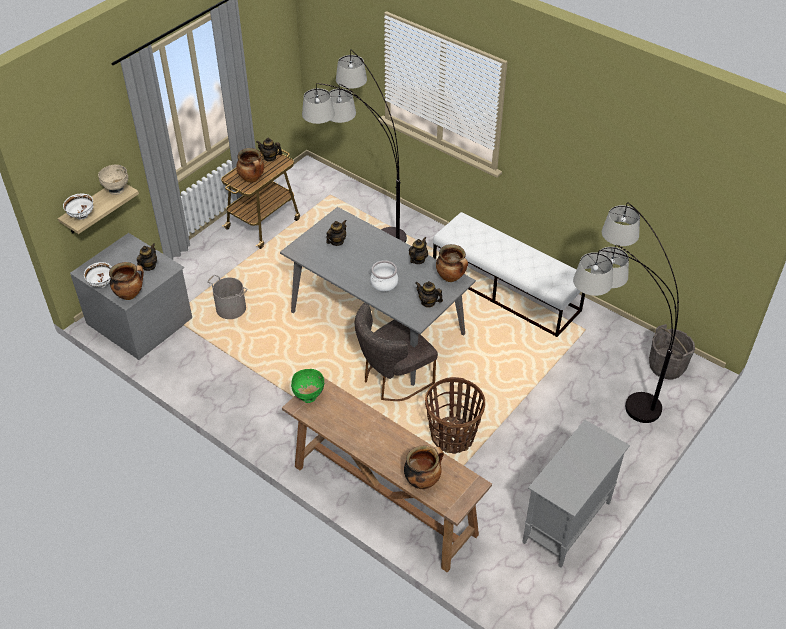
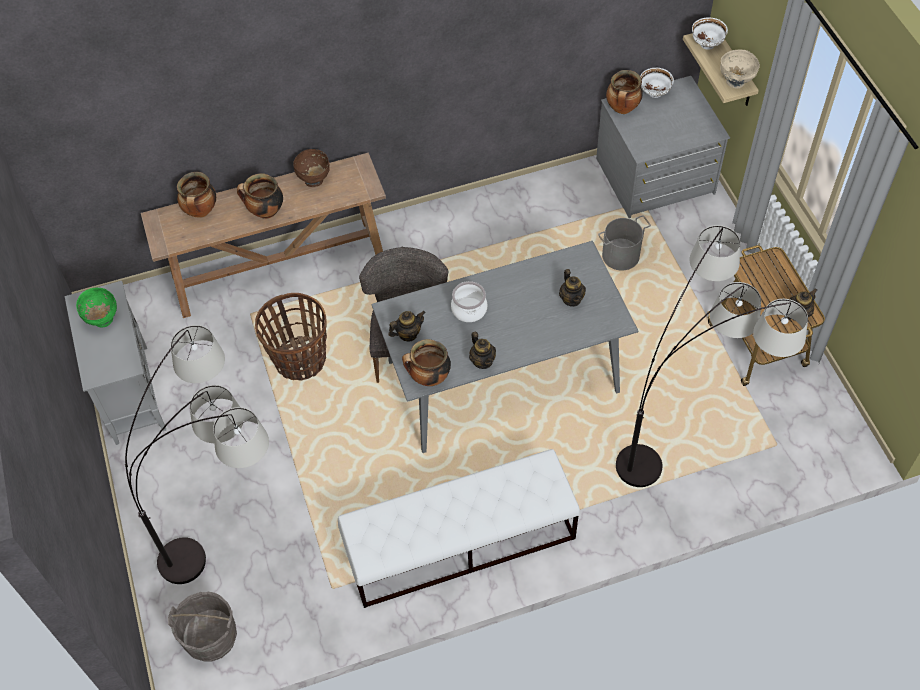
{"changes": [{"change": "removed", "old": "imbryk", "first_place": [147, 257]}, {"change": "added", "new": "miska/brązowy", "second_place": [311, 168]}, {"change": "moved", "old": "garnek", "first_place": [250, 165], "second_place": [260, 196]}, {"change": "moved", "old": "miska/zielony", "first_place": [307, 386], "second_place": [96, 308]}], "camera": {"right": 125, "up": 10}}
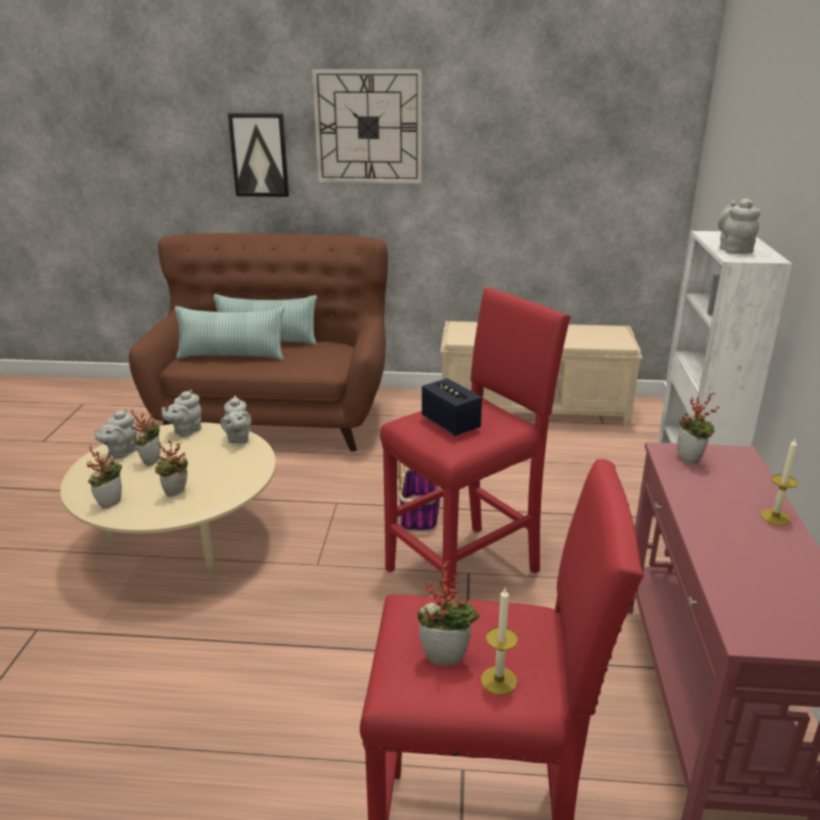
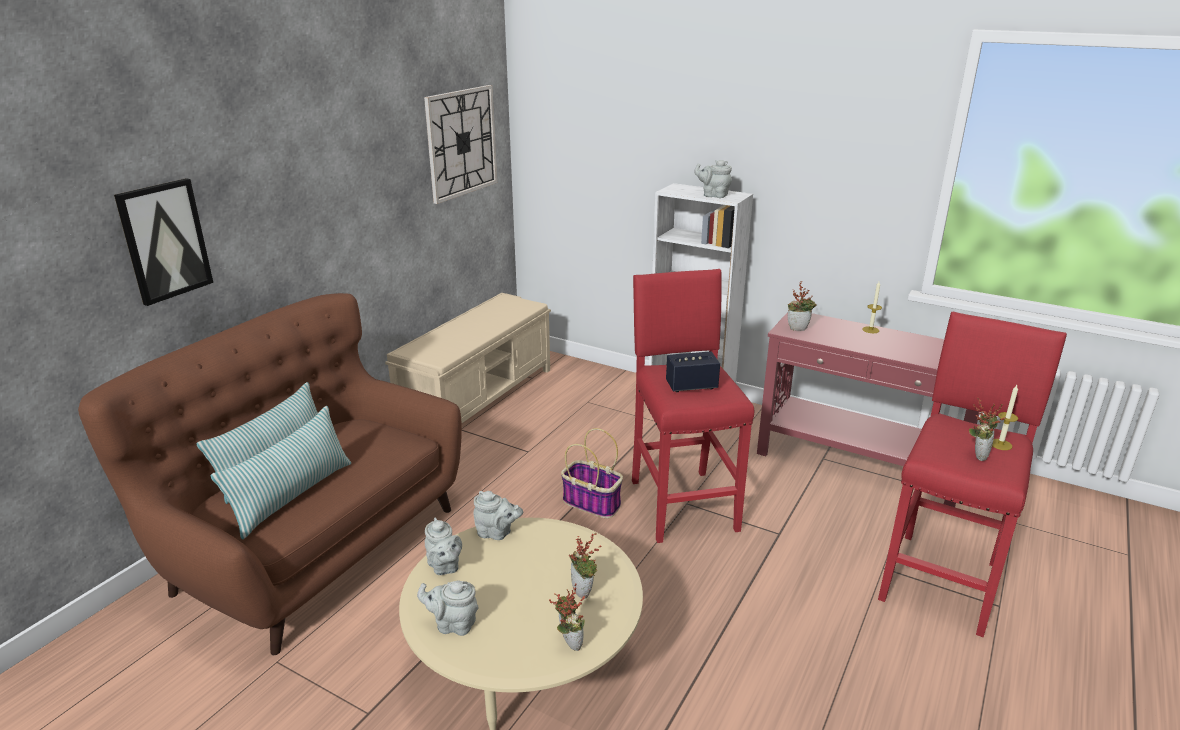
{"changes": [{"change": "removed", "old": "roślina doniczkowa", "first_place": [145, 437]}, {"change": "moved", "old": "zegar ścienny", "first_place": [367, 126], "second_place": [460, 144]}, {"change": "turned", "old": "imbryk/szary", "first_place": [115, 433], "second_place": [448, 608], "degrees": 135}], "camera": {"right": -65, "up": 0}}
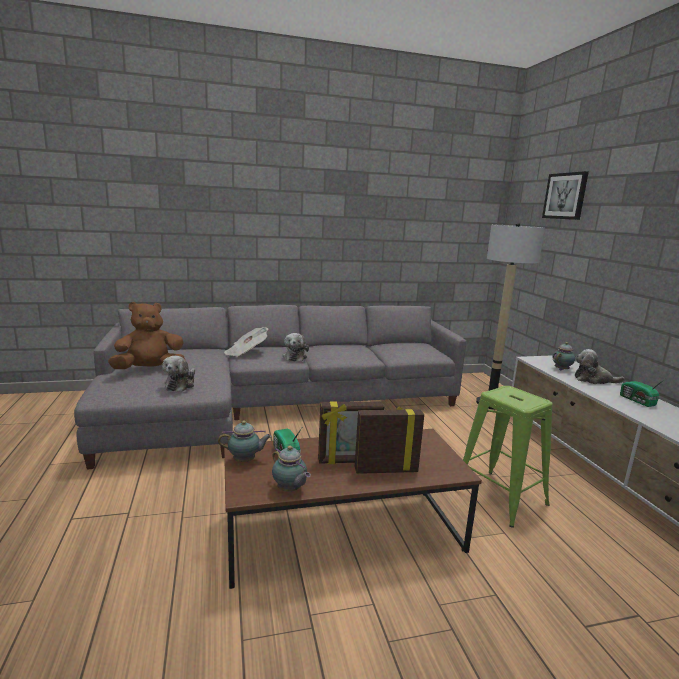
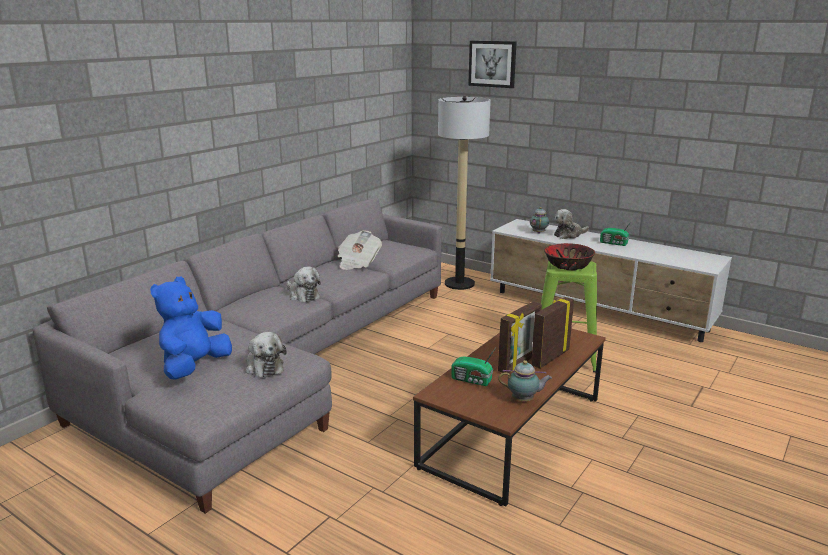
{"changes": [{"change": "removed", "old": "imbryk", "first_place": [245, 441]}, {"change": "added", "new": "miska", "second_place": [569, 256]}, {"change": "moved", "old": "gazeta", "first_place": [246, 342], "second_place": [359, 250]}, {"change": "recoloured", "old": "pluszak/brązowy", "new": "pluszak/niebieski", "first_place": [146, 335], "second_place": [191, 328]}], "camera": {"right": -40, "up": 5}}
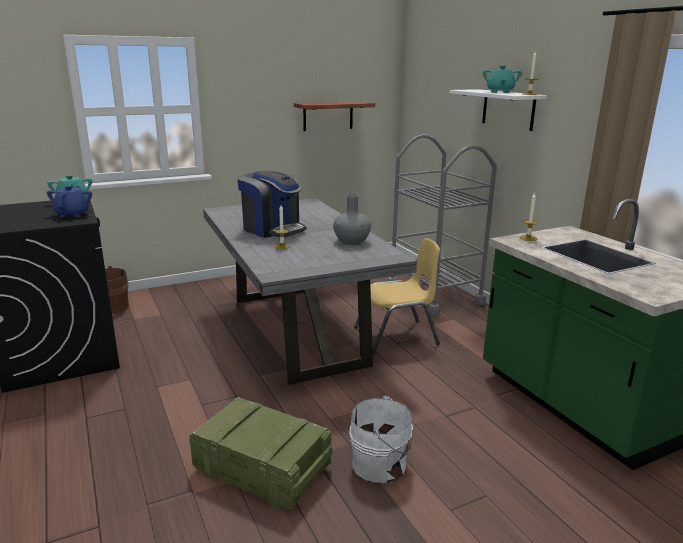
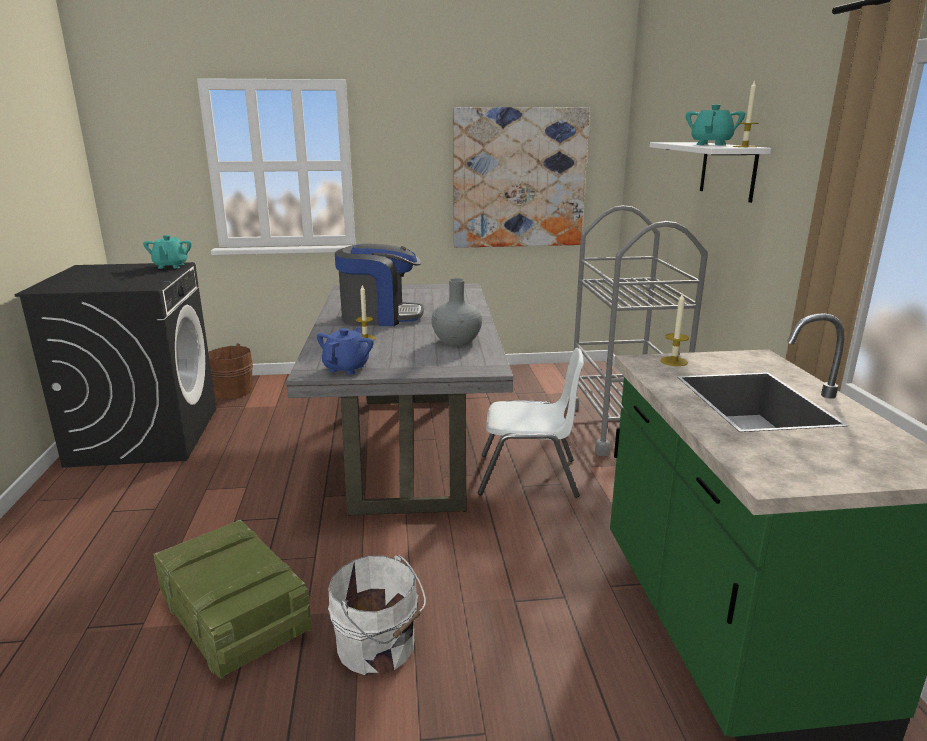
{"changes": [{"change": "moved", "old": "imbryk/niebieski", "first_place": [69, 201], "second_place": [345, 351]}, {"change": "replaced", "old": "półka", "new": "obraz", "first_place": [334, 116], "second_place": [521, 177]}, {"change": "recoloured", "old": "krzesło/żółty", "new": "krzesło/biały", "first_place": [397, 296], "second_place": [530, 423]}, {"change": "turned", "old": "ekspres do kawy", "first_place": [271, 204], "second_place": [379, 285], "degrees": -60}], "camera": {"right": 20, "up": 0}}
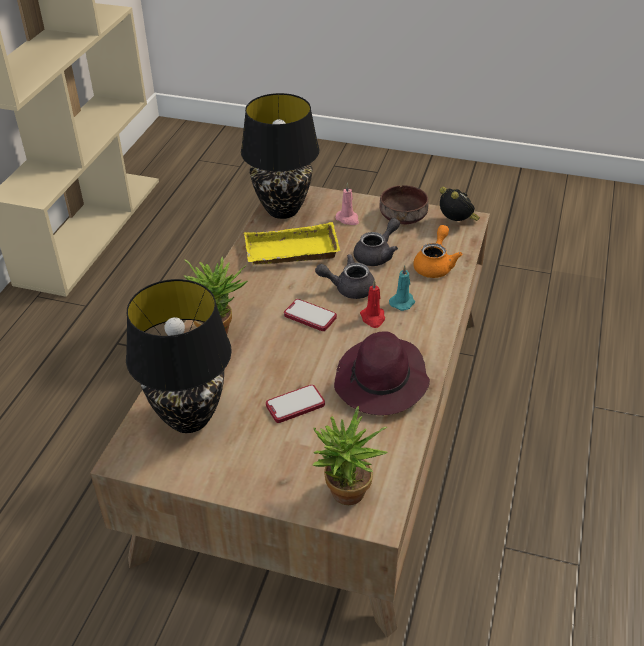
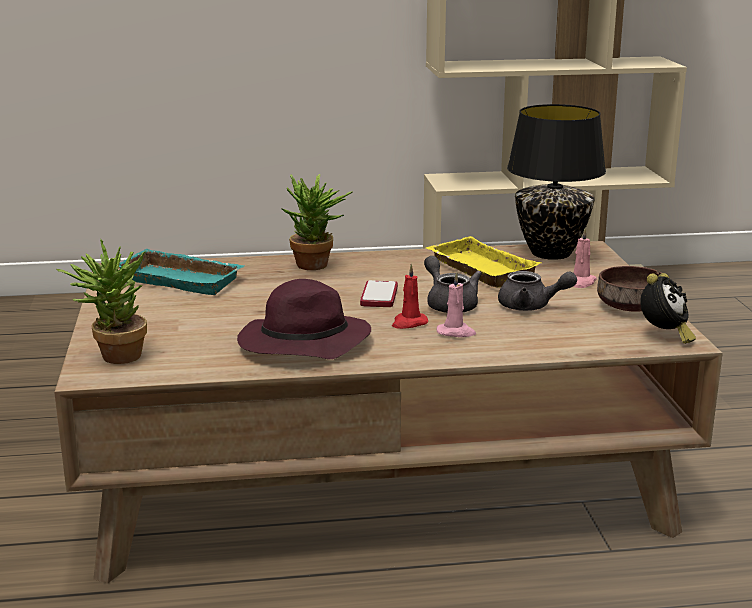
{"changes": [{"change": "removed", "old": "telefon", "first_place": [295, 404]}, {"change": "removed", "old": "imbryk/pomarańczowy", "first_place": [437, 251]}, {"change": "replaced", "old": "lampa stołowa/czarny", "new": "taca/turkusowy", "first_place": [179, 356], "second_place": [181, 272]}, {"change": "recoloured", "old": "świeca/turkusowy", "new": "świeca/różowy", "first_place": [402, 288], "second_place": [456, 304]}], "camera": {"right": 65, "up": -20}}
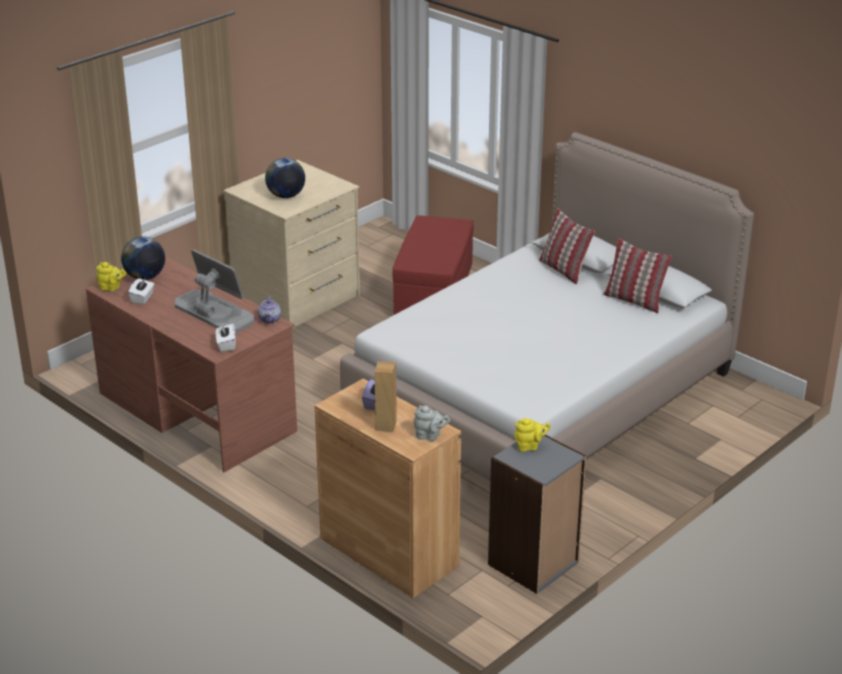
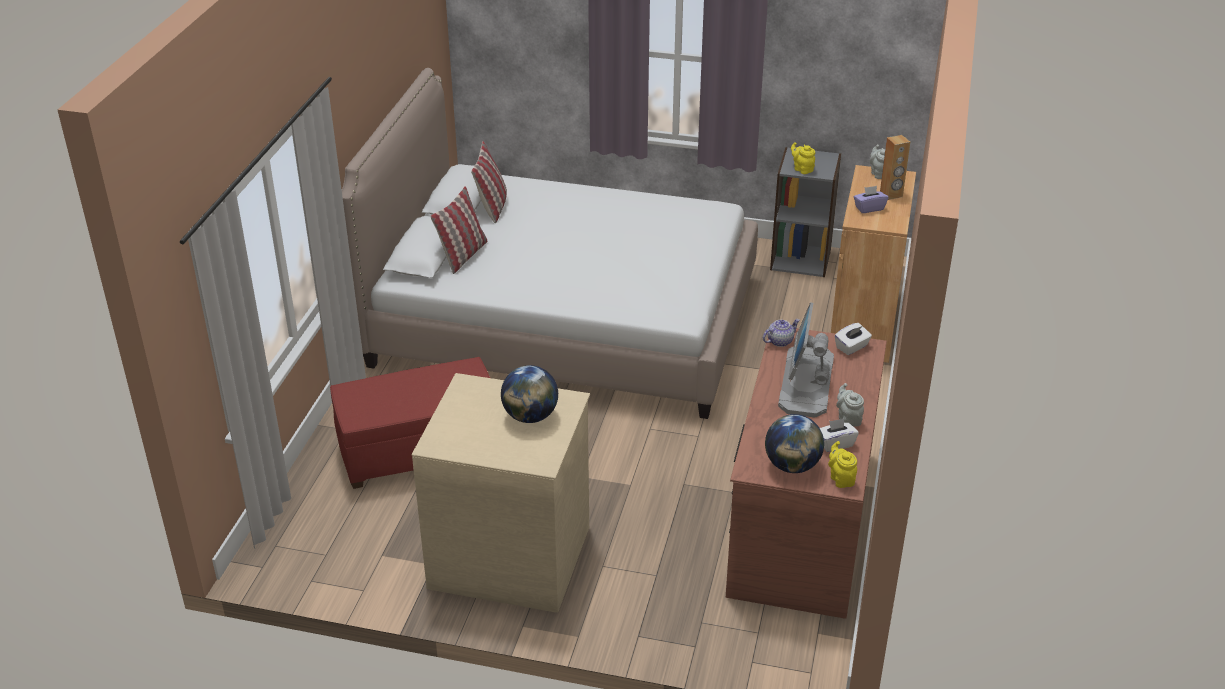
{"changes": [{"change": "added", "new": "imbryk/szary", "second_place": [850, 405]}], "camera": {"right": -120, "up": 5}}
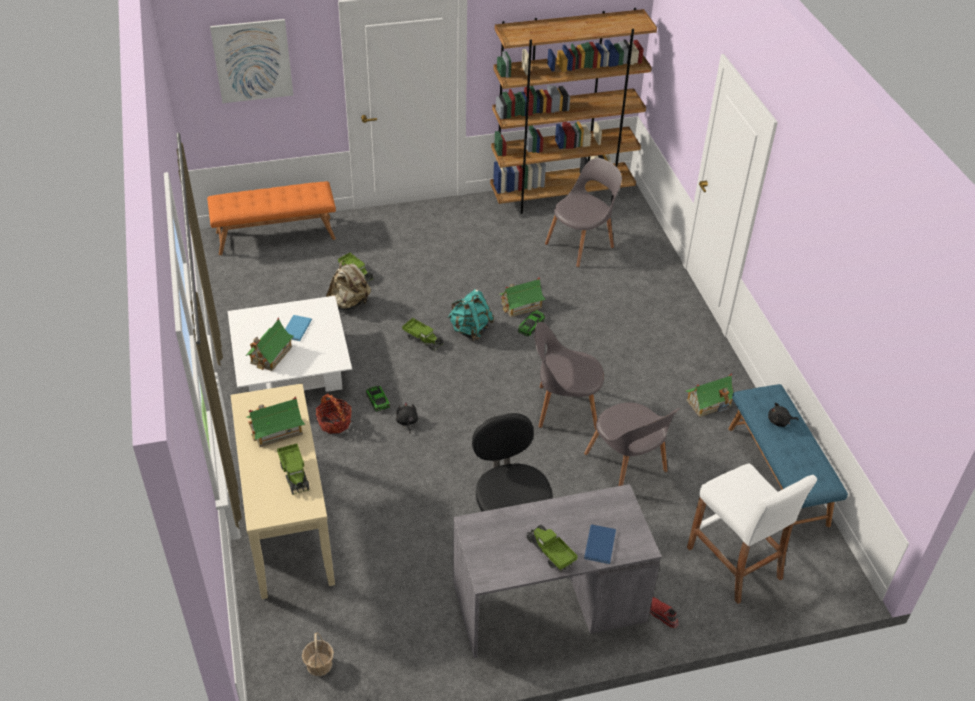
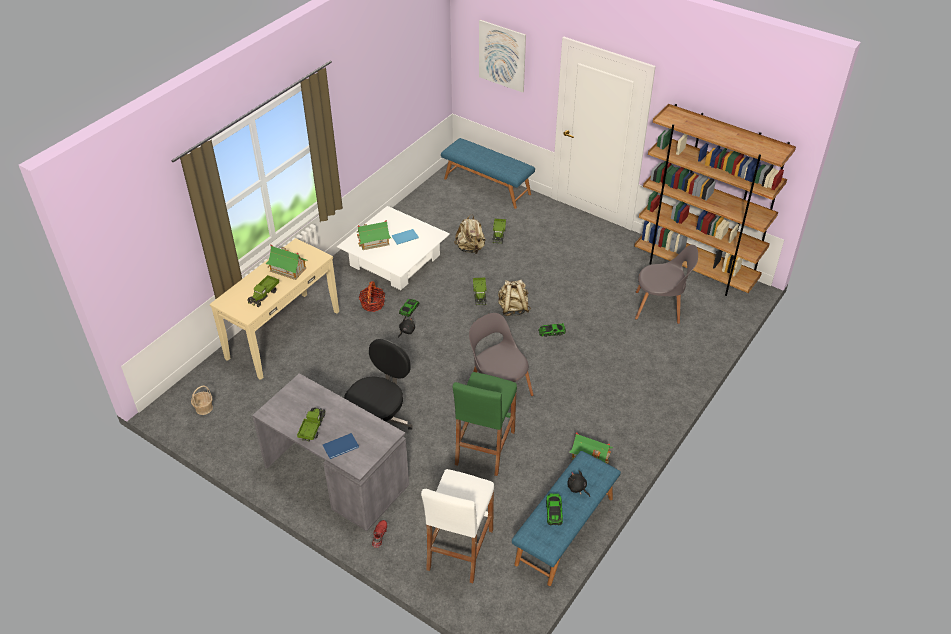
{"changes": [{"change": "removed", "old": "domek", "first_place": [522, 297]}, {"change": "added", "new": "samochodzik", "second_place": [554, 510]}, {"change": "replaced", "old": "krzesło/szary", "new": "stołek/zielony", "first_place": [632, 444], "second_place": [485, 424]}, {"change": "recoloured", "old": "ławka/pomarańczowy", "new": "ławka/niebieski", "first_place": [271, 218], "second_place": [488, 173]}, {"change": "recoloured", "old": "plecak/turkusowy", "new": "plecak/beżowy", "first_place": [471, 315], "second_place": [514, 298]}], "camera": {"right": 50, "up": 0}}
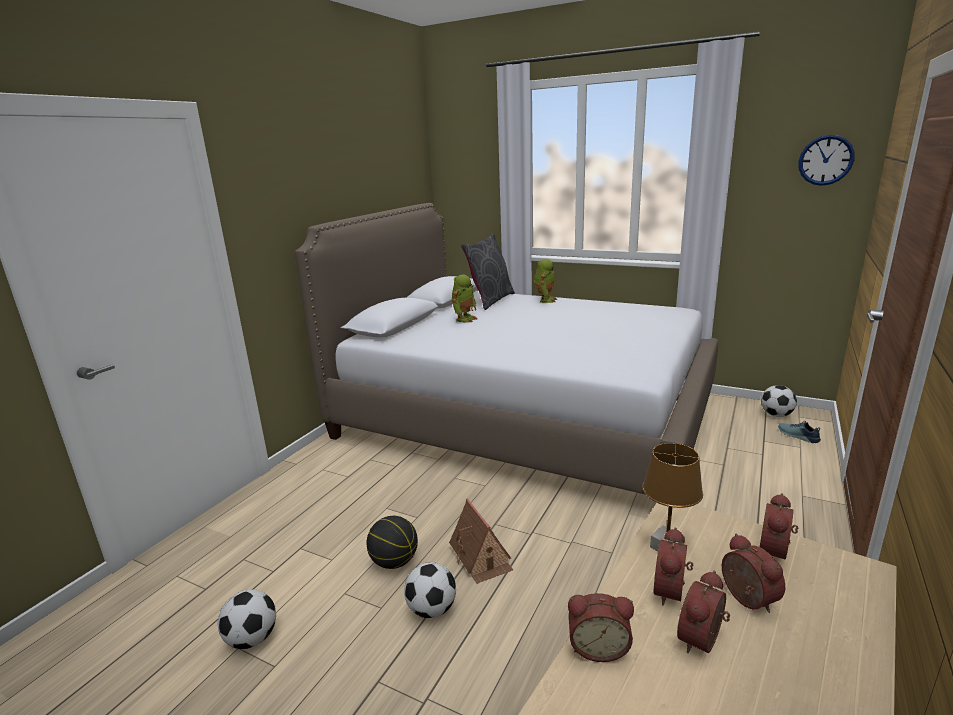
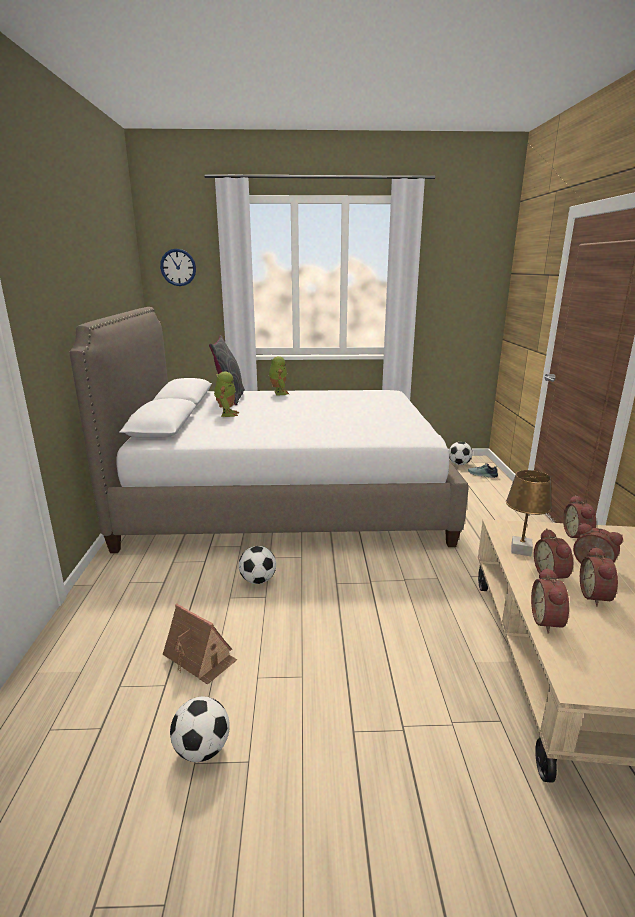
{"changes": [{"change": "removed", "old": "piłka do koszykówki", "first_place": [392, 542]}, {"change": "moved", "old": "piłka futbolowa", "first_place": [430, 590], "second_place": [257, 565]}, {"change": "moved", "old": "domek", "first_place": [481, 541], "second_place": [200, 644]}, {"change": "moved", "old": "zegar ścienny", "first_place": [826, 160], "second_place": [178, 267]}, {"change": "turned", "old": "budzik", "first_place": [601, 627], "second_place": [550, 600], "degrees": 120}], "camera": {"right": -30, "up": 0}}
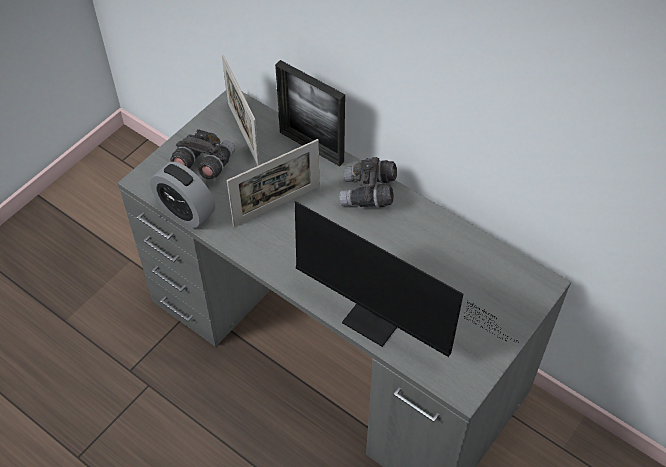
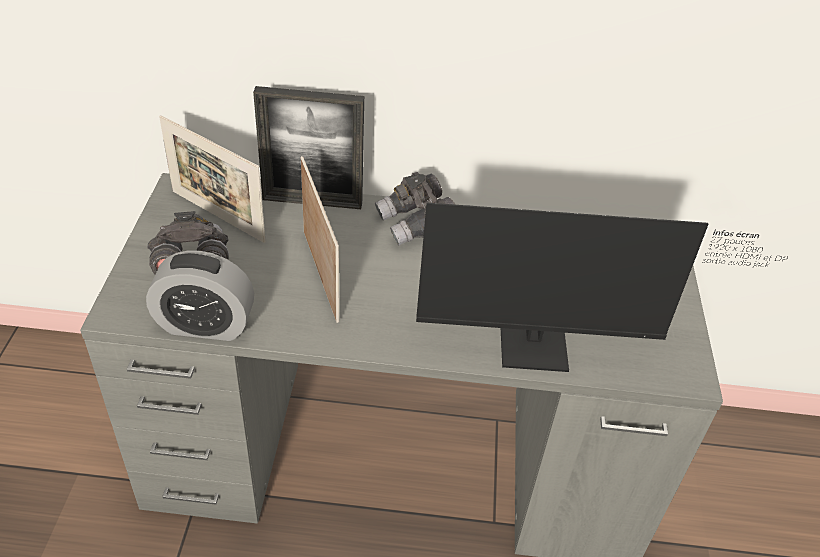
{"changes": [{"change": "turned", "old": "ramka na zdjęcie", "first_place": [273, 183], "second_place": [320, 239], "degrees": -45}], "camera": {"right": -35, "up": -10}}
